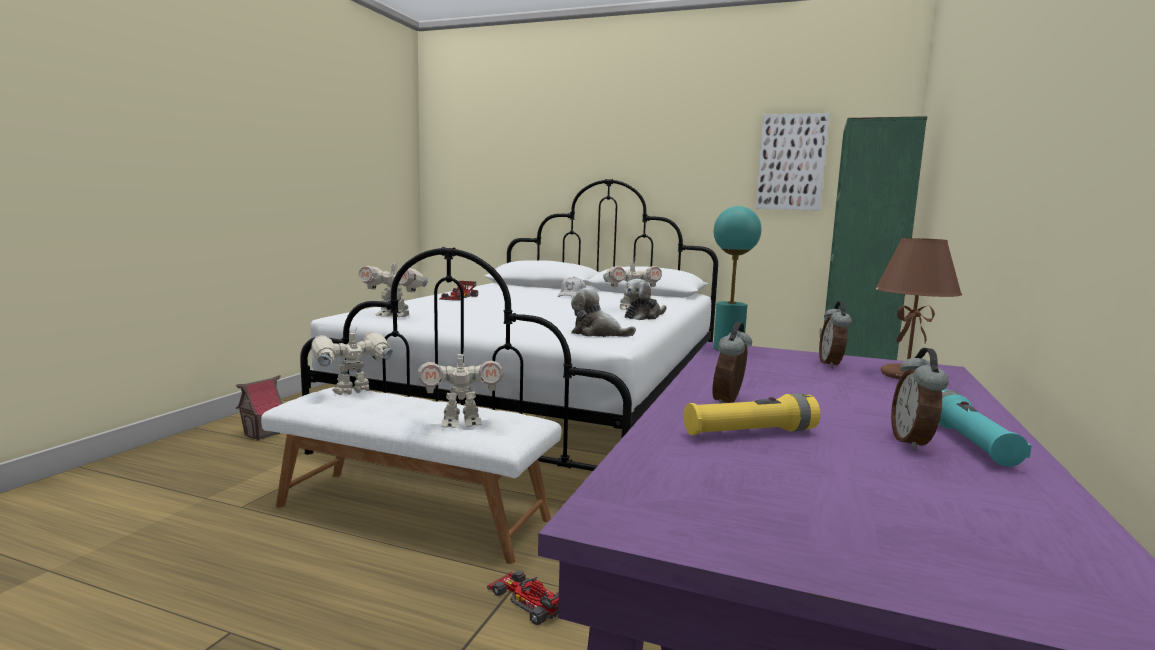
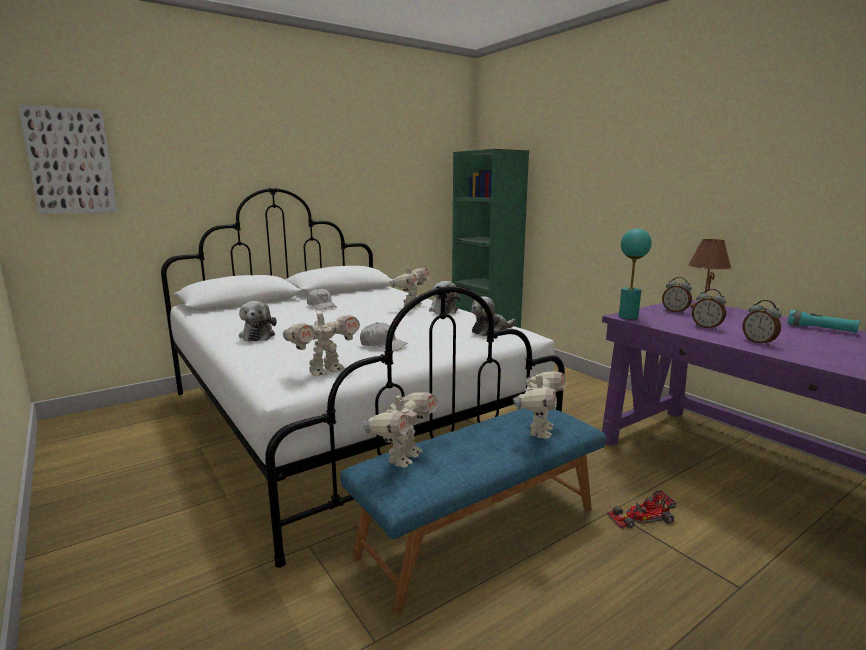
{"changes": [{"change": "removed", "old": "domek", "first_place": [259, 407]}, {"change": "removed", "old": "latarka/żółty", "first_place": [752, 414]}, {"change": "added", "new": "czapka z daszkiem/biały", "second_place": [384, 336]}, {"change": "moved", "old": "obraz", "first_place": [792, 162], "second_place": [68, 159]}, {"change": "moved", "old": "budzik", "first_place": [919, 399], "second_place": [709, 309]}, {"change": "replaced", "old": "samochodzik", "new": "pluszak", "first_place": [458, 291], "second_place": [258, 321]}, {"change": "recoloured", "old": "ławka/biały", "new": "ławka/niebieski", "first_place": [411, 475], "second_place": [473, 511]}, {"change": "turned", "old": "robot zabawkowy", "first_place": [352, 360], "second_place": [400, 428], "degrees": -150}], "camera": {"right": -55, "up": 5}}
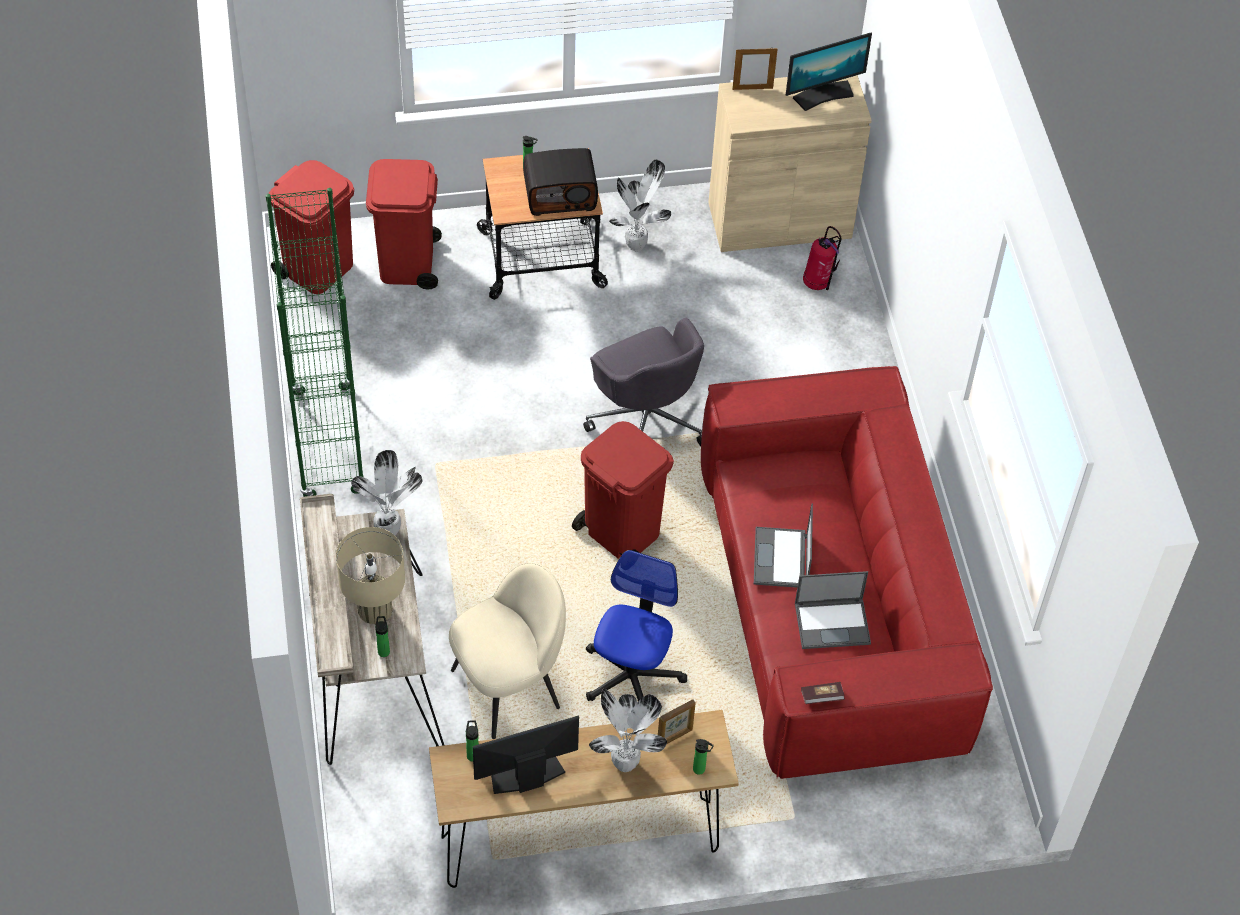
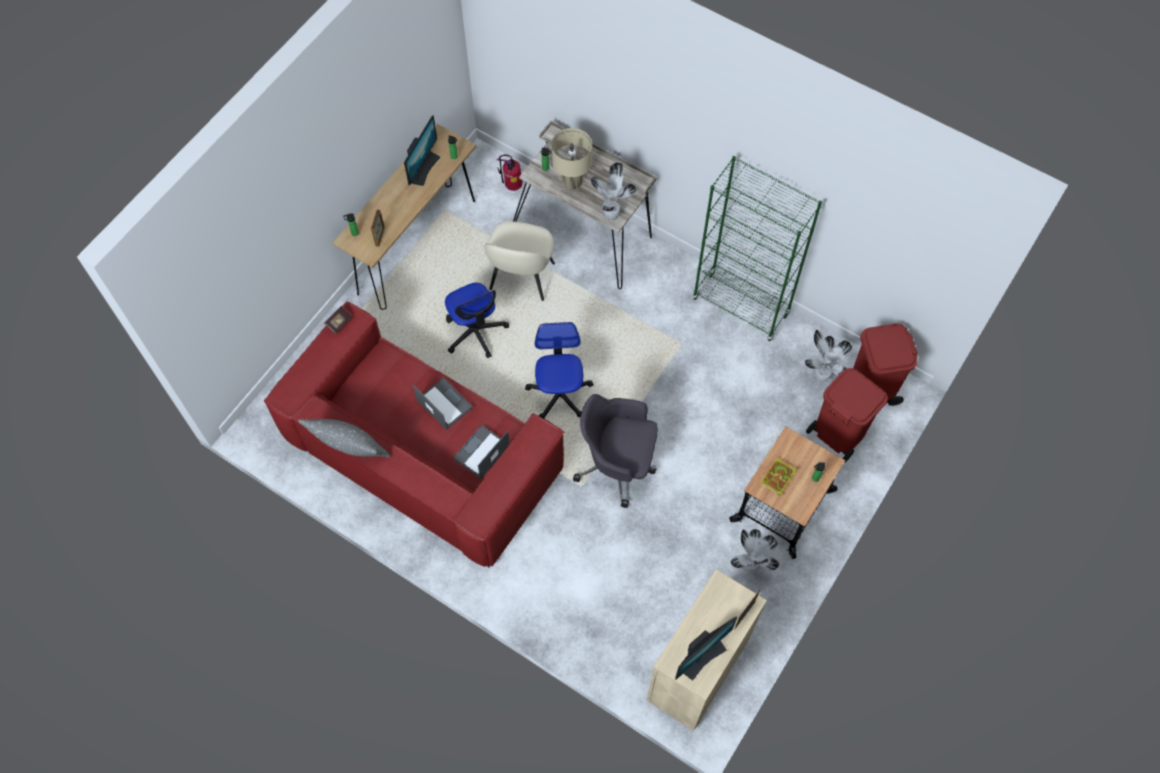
{"changes": [{"change": "added", "new": "poduszka/szary", "second_place": [344, 438]}, {"change": "moved", "old": "roślina doniczkowa", "first_place": [628, 730], "second_place": [828, 356]}, {"change": "moved", "old": "laptop", "first_place": [833, 610], "second_place": [481, 452]}, {"change": "moved", "old": "gaśnica", "first_place": [822, 258], "second_place": [510, 172]}, {"change": "replaced", "old": "radio", "new": "książka", "first_place": [560, 182], "second_place": [779, 477]}, {"change": "replaced", "old": "kosz na śmieci/czerwony", "new": "krzesło biurowe", "first_place": [623, 490], "second_place": [559, 370]}, {"change": "turned", "old": "monitor", "first_place": [829, 71], "second_place": [706, 648], "degrees": -150}], "camera": {"right": 135, "up": 10}}
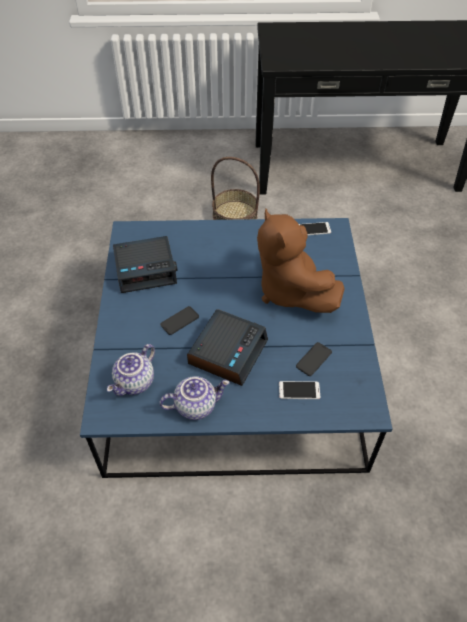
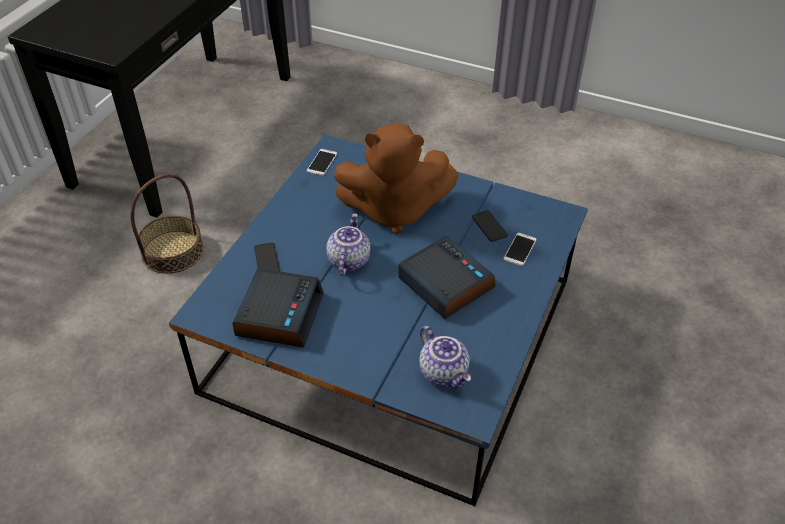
{"changes": [{"change": "moved", "old": "imbryk", "first_place": [194, 398], "second_place": [348, 244]}, {"change": "moved", "old": "telefon", "first_place": [179, 320], "second_place": [267, 257]}], "camera": {"right": -65, "up": -5}}
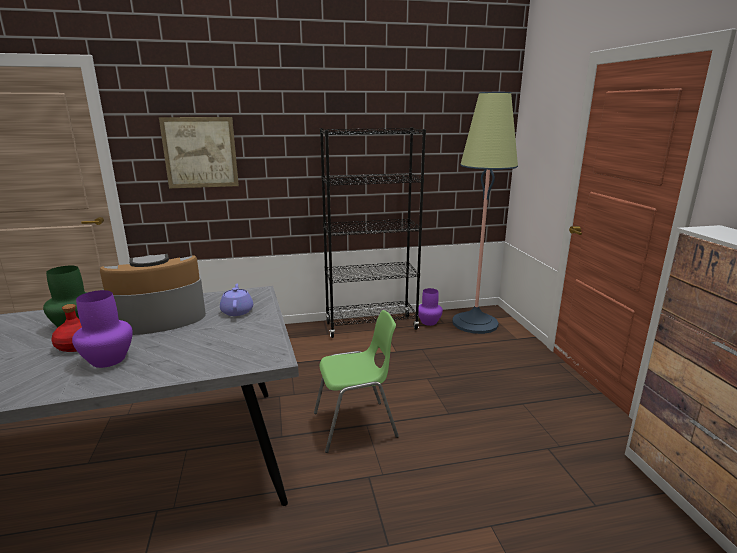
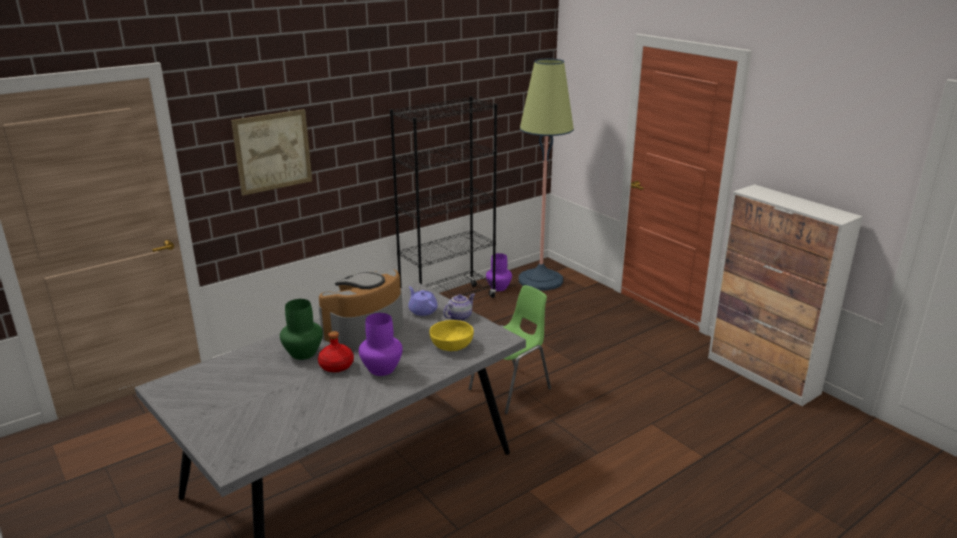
{"changes": [{"change": "added", "new": "miska/żółty", "second_place": [451, 335]}, {"change": "added", "new": "imbryk", "second_place": [459, 307]}], "camera": {"right": -25, "up": 5}}
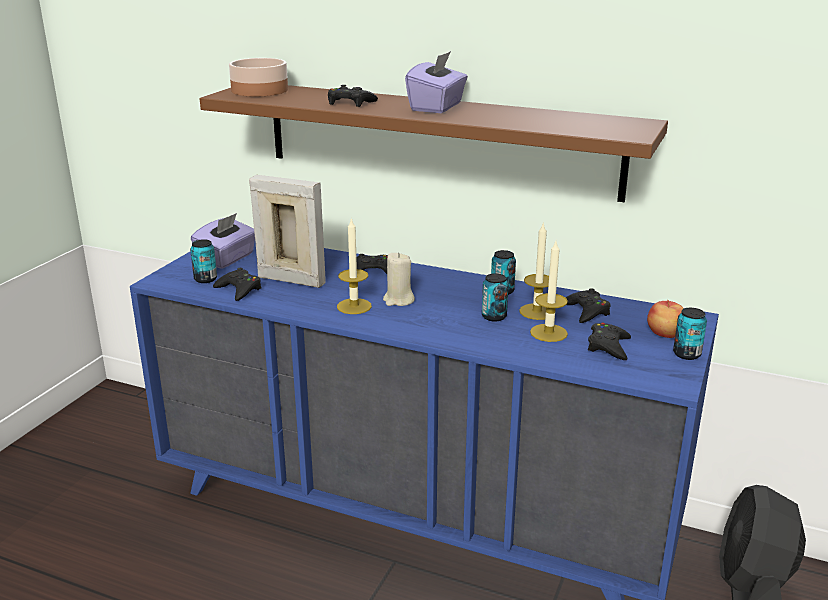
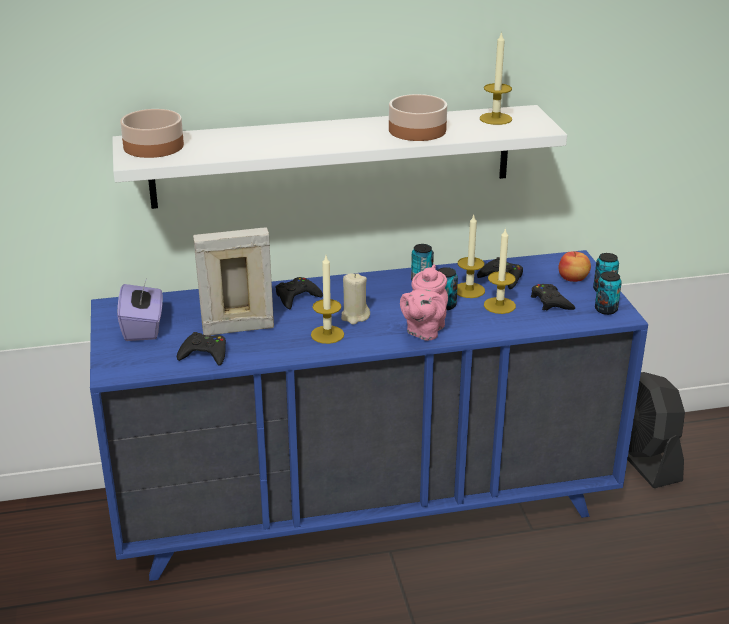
{"changes": [{"change": "removed", "old": "pad do gier/czarny", "first_place": [353, 96]}, {"change": "removed", "old": "pudełko chusteczek/fioletowy", "first_place": [436, 82]}, {"change": "added", "new": "miska", "second_place": [418, 117]}, {"change": "added", "new": "imbryk/różowy", "second_place": [424, 302]}, {"change": "added", "new": "świeca", "second_place": [496, 78]}, {"change": "moved", "old": "puszka", "first_place": [203, 261], "second_place": [608, 293]}, {"change": "recoloured", "old": "półka/brązowy", "new": "półka/biały", "first_place": [434, 143], "second_place": [339, 157]}], "camera": {"right": -35, "up": 5}}
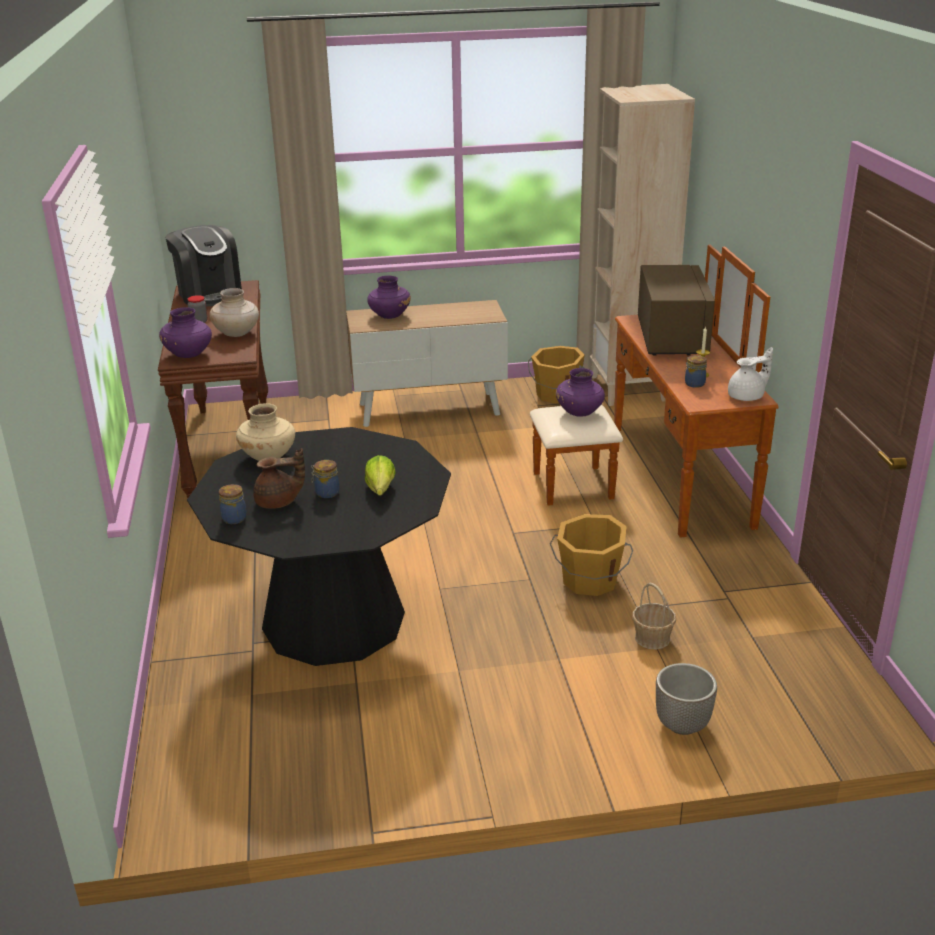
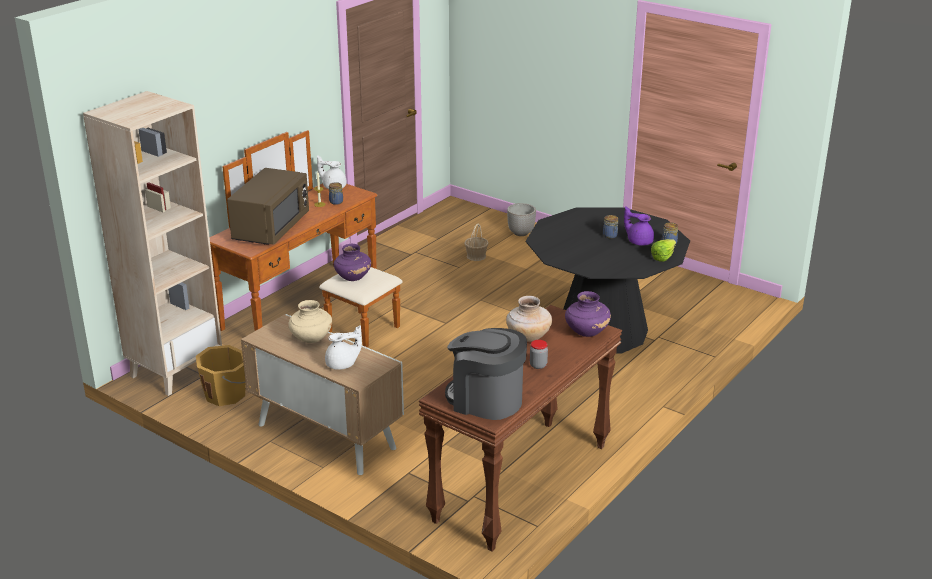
{"changes": [{"change": "removed", "old": "wiadro/pomarańczowy", "first_place": [591, 555]}, {"change": "moved", "old": "wazon/beżowy", "first_place": [265, 432], "second_place": [310, 321]}, {"change": "moved", "old": "sałata", "first_place": [380, 475], "second_place": [663, 250]}, {"change": "replaced", "old": "wazon/fioletowy", "new": "imbryk/biały", "first_place": [389, 297], "second_place": [343, 347]}, {"change": "recoloured", "old": "imbryk/brązowy", "new": "imbryk/fioletowy", "first_place": [279, 478], "second_place": [639, 226]}, {"change": "turned", "old": "ekspres do kawy", "first_place": [203, 265], "second_place": [486, 374], "degrees": -75}, {"change": "turned", "old": "mikrofalówka/brązowy", "first_place": [676, 310], "second_place": [268, 206], "degrees": 150}], "camera": {"right": -135, "up": 0}}
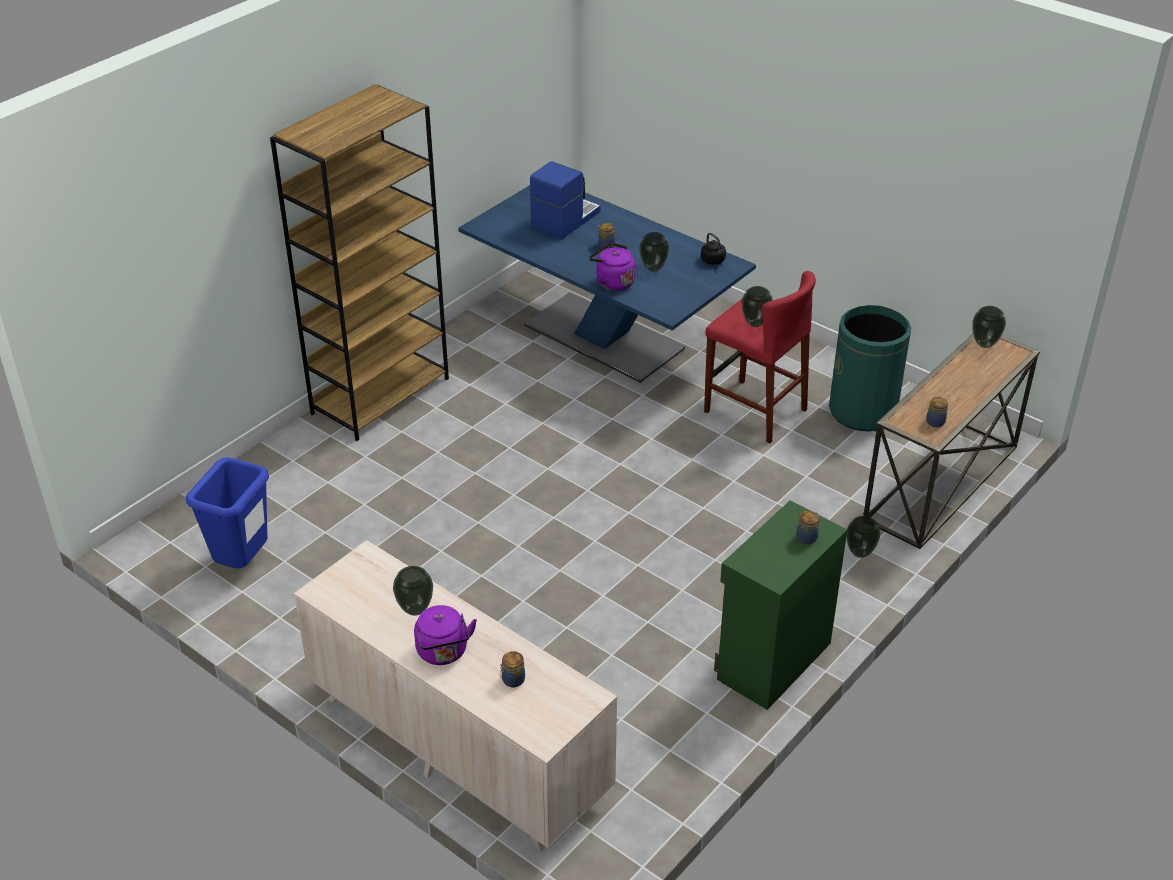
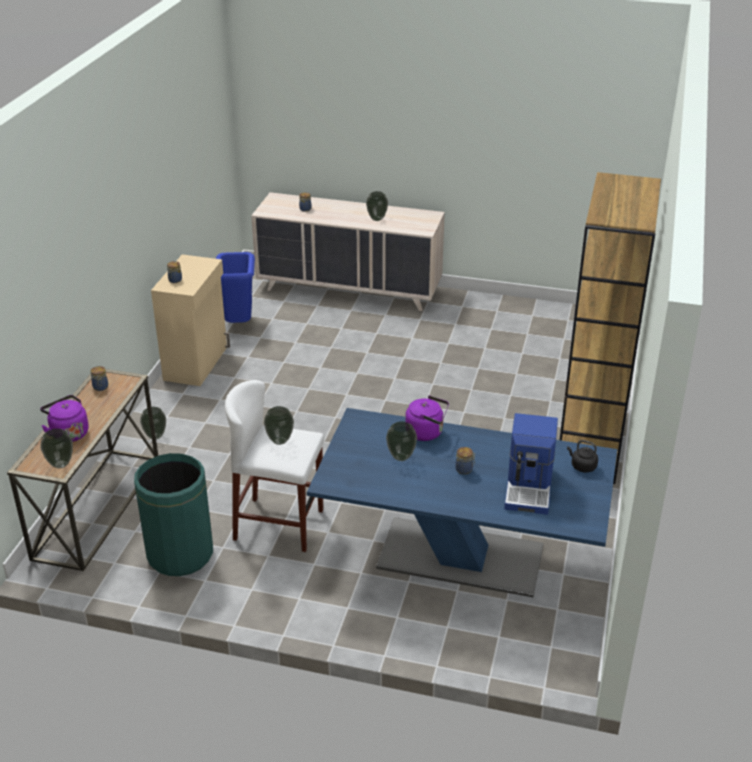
{"changes": [{"change": "moved", "old": "kosz na śmieci/niebieski", "first_place": [227, 512], "second_place": [235, 287]}, {"change": "moved", "old": "czajnik/fioletowy", "first_place": [445, 635], "second_place": [64, 418]}, {"change": "moved", "old": "czajnik/czarny", "first_place": [713, 249], "second_place": [582, 456]}, {"change": "recoloured", "old": "stołek/czerwony", "new": "stołek/biały", "first_place": [760, 357], "second_place": [274, 466]}, {"change": "recoloured", "old": "szafka/zielony", "new": "szafka/beżowy", "first_place": [781, 605], "second_place": [190, 320]}], "camera": {"right": 155, "up": -5}}
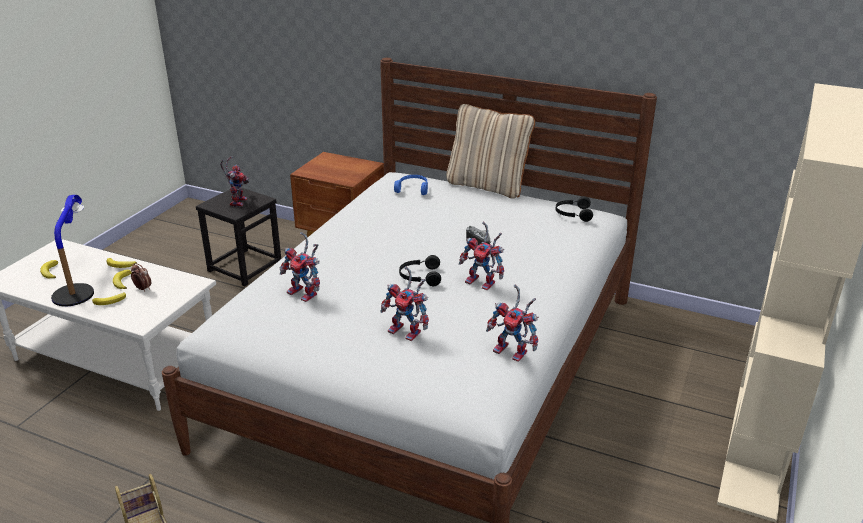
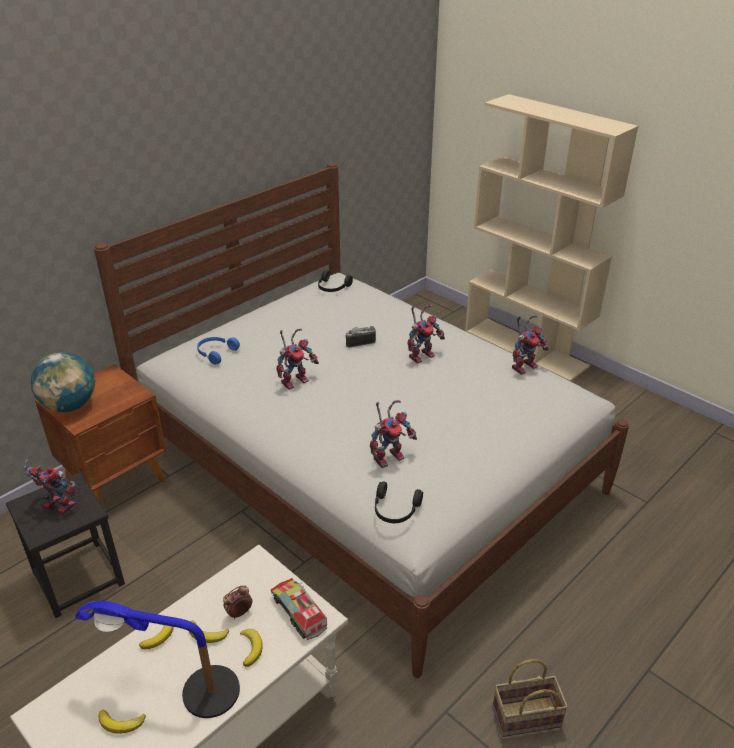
{"changes": [{"change": "removed", "old": "poduszka/beżowy", "first_place": [490, 151]}, {"change": "added", "new": "globus", "second_place": [63, 382]}, {"change": "added", "new": "ciężarówka zabawkowa", "second_place": [298, 609]}, {"change": "moved", "old": "robot zabawkowy", "first_place": [404, 303], "second_place": [297, 359]}, {"change": "moved", "old": "słuchawki/czarny", "first_place": [420, 270], "second_place": [399, 502]}], "camera": {"right": -70, "up": 5}}
